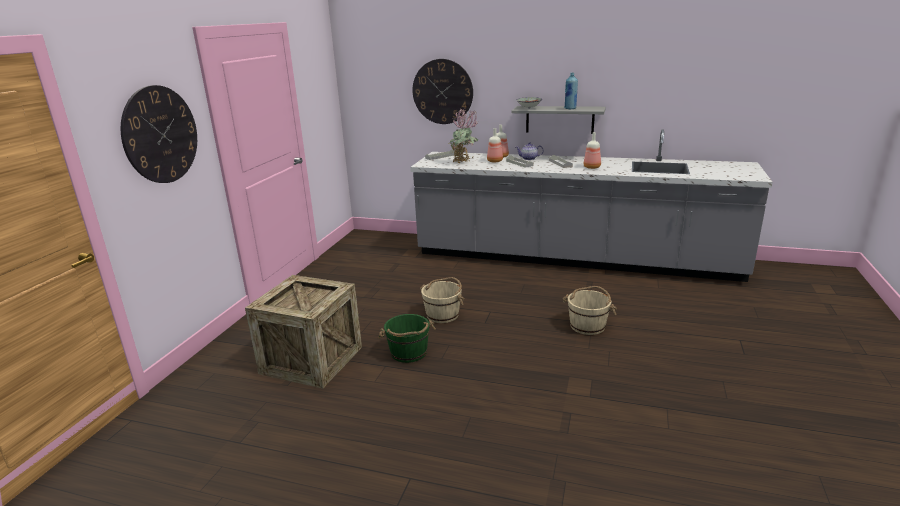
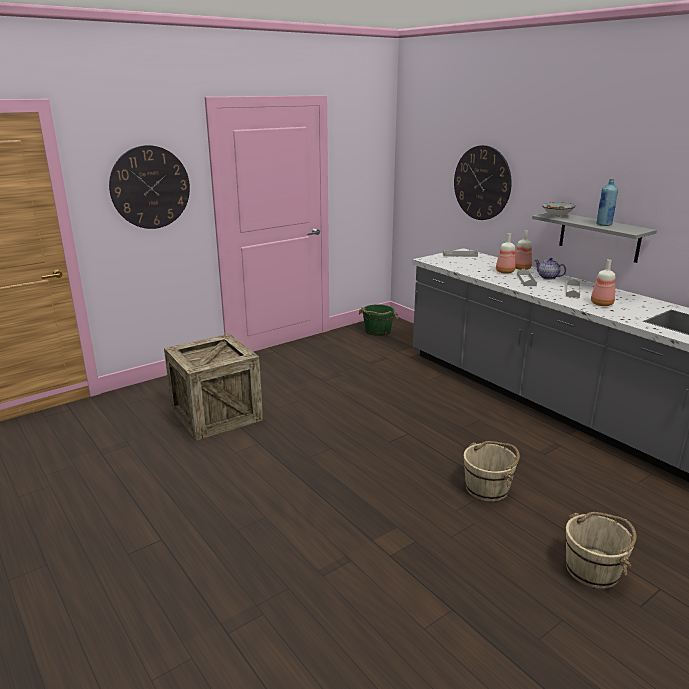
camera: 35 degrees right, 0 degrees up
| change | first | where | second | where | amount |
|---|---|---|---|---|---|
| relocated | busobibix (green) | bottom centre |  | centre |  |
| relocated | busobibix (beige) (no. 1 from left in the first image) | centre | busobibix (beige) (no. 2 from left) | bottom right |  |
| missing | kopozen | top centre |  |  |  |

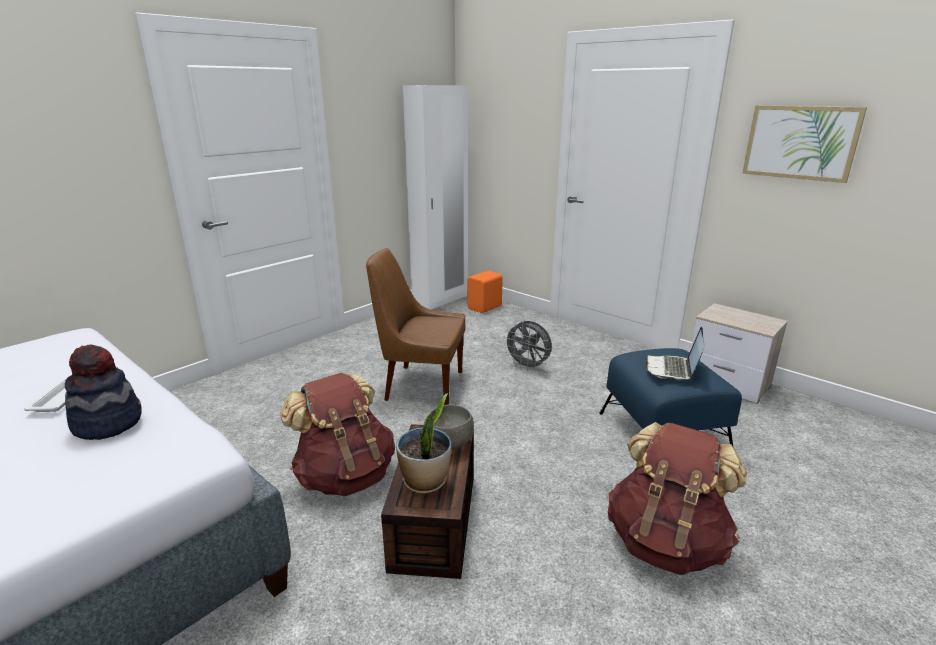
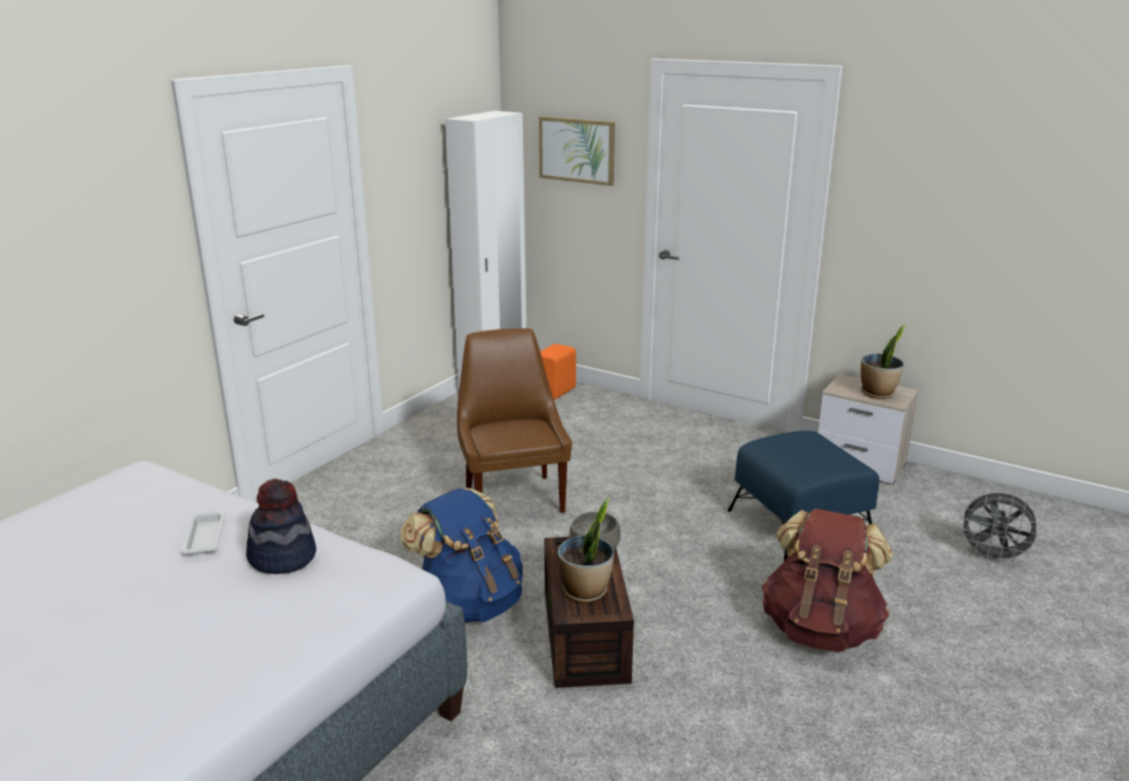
camera: 10 degrees left, 0 degrees up
| change | first | where | second | where | amount |
|---|---|---|---|---|---|
| colour | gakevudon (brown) (no. 1 from left) | bottom centre | gakevudon (blue) | bottom centre |  |
| spun | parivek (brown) | centre |  | centre | 75 degrees clockwise |
| relocated | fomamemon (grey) | centre |  | bottom right |  |
| missing | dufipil | middle right |  |  |  |
| relocated | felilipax | top right |  | top centre |  |
| appeared |  |  | kopozen (no. 2 from left) | middle right |  |

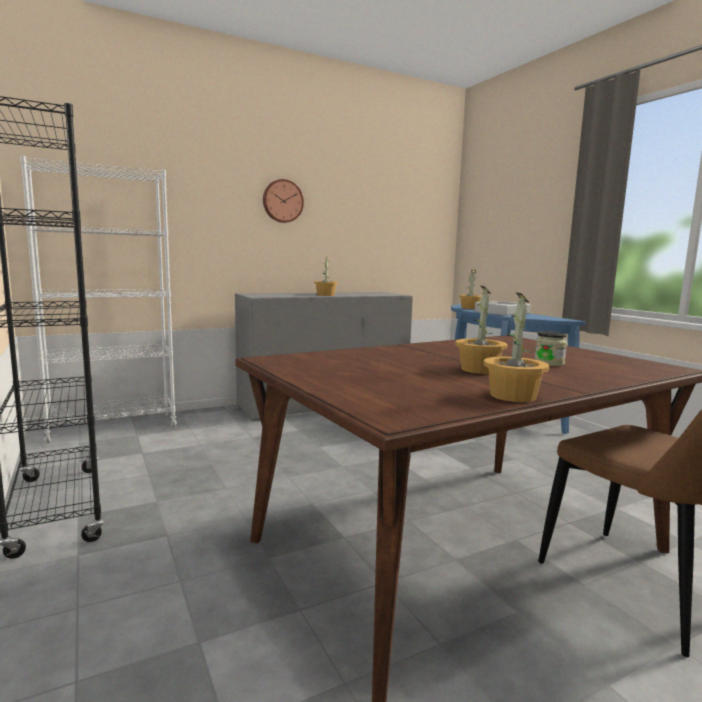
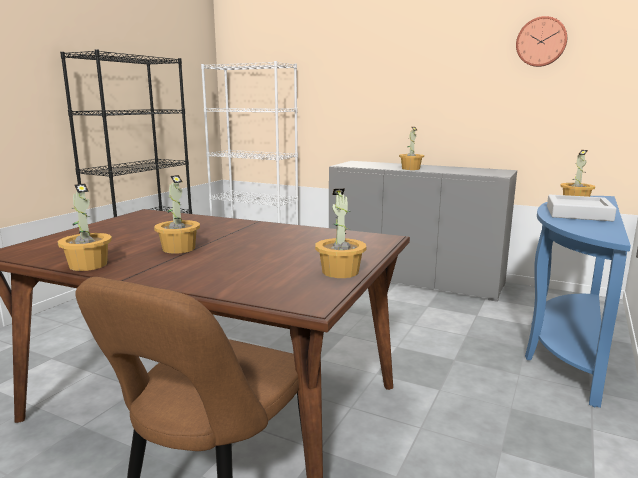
camera: 55 degrees right, 5 degrees up
| change | first | where | second | where | amount |
|---|---|---|---|---|---|
| relocated | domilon | top centre |  | top right |  |
| missing | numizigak | middle right |  |  |  |
| appeared |  |  | kopozen (no. 3 from left) | centre |  |

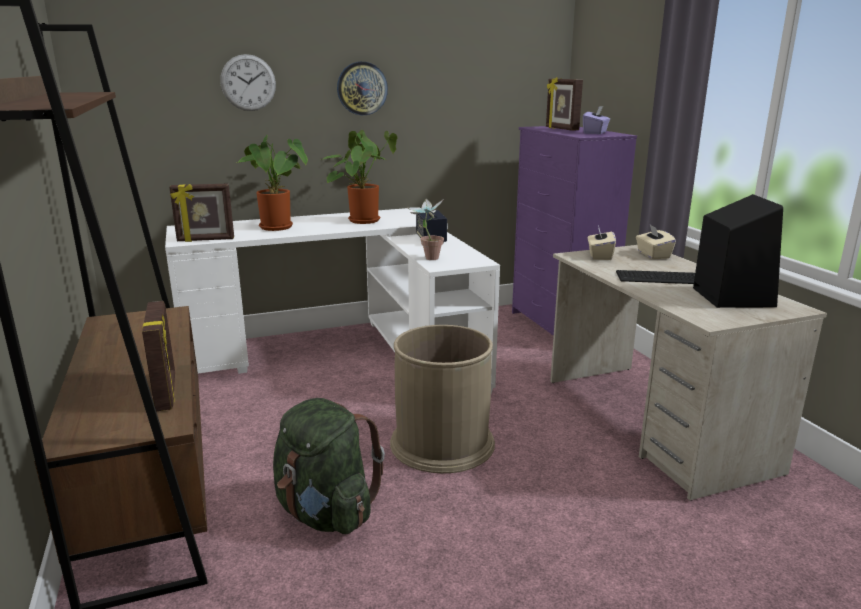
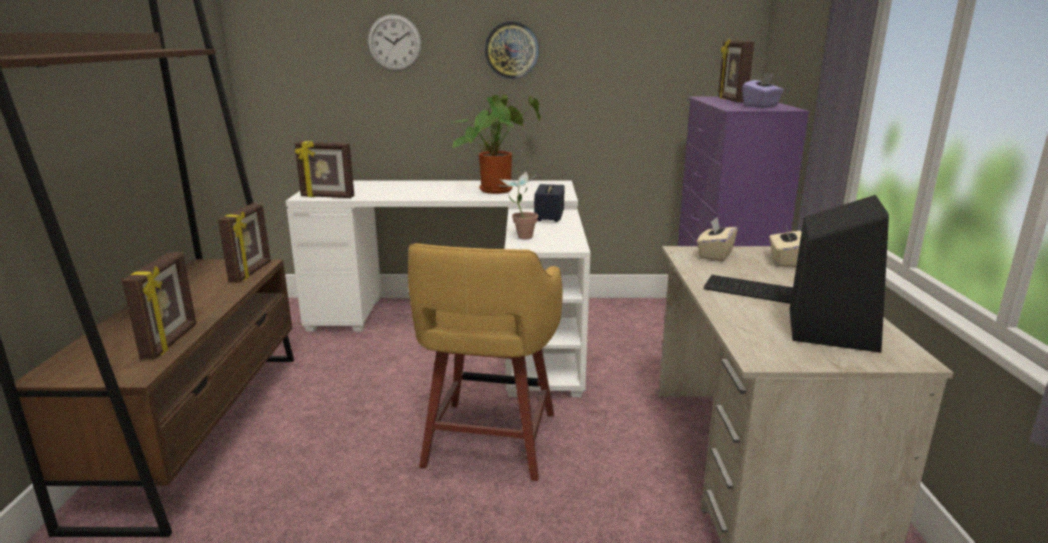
camera: 20 degrees right, 0 degrees up
| change | first | where | second | where | amount |
|---|---|---|---|---|---|
| missing | kopozen (no. 1 from left) | top left |  |  |  |
| missing | gakevudon (green) | bottom centre |  |  |  |
| exchanged | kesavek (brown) | centre | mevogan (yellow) | bottom centre |  |
| appeared |  |  | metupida (no. 2 from left) | middle left |  |

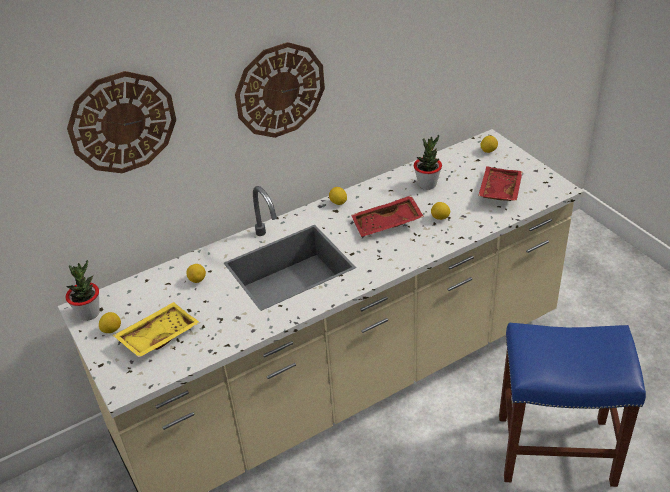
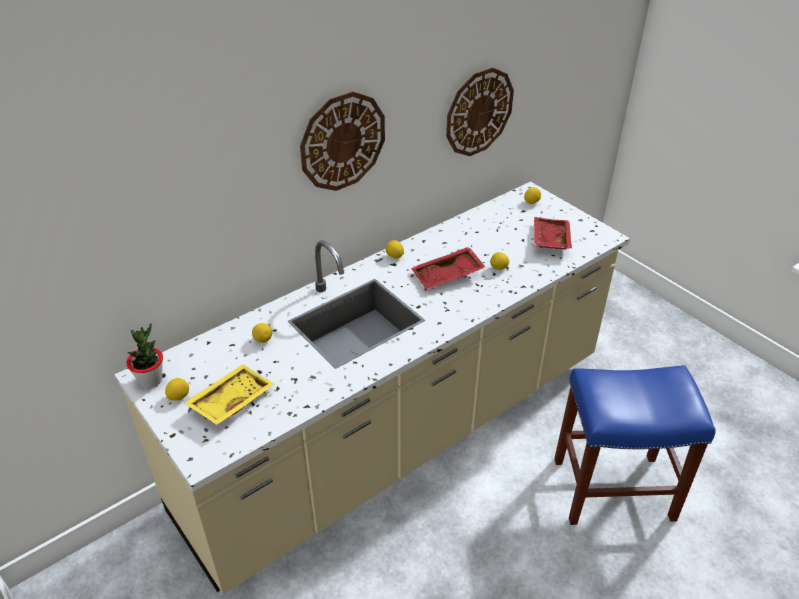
camera: 10 degrees left, 0 degrees up
| change | first | where | second | where | amount |
|---|---|---|---|---|---|
| relocated | domilon (no. 1 from left in the first image) | top left | domilon (no. 2 from left) | top centre |  |
| missing | kopozen (no. 2 from left) | top centre |  |  |  |

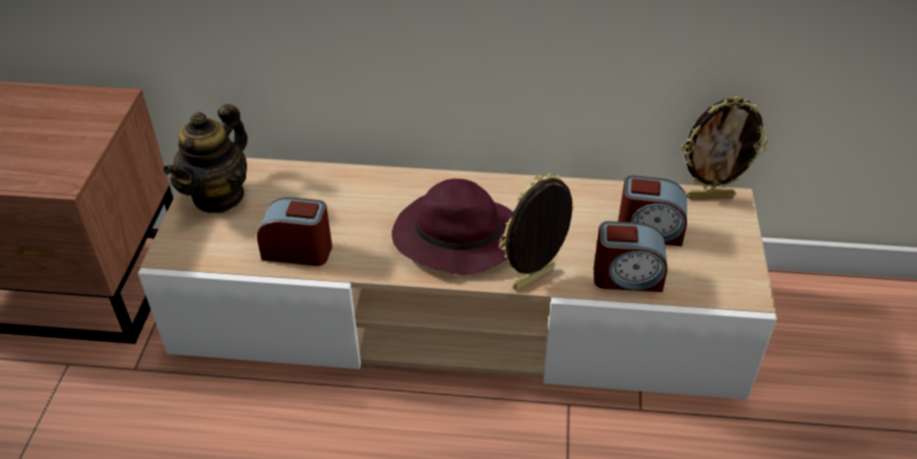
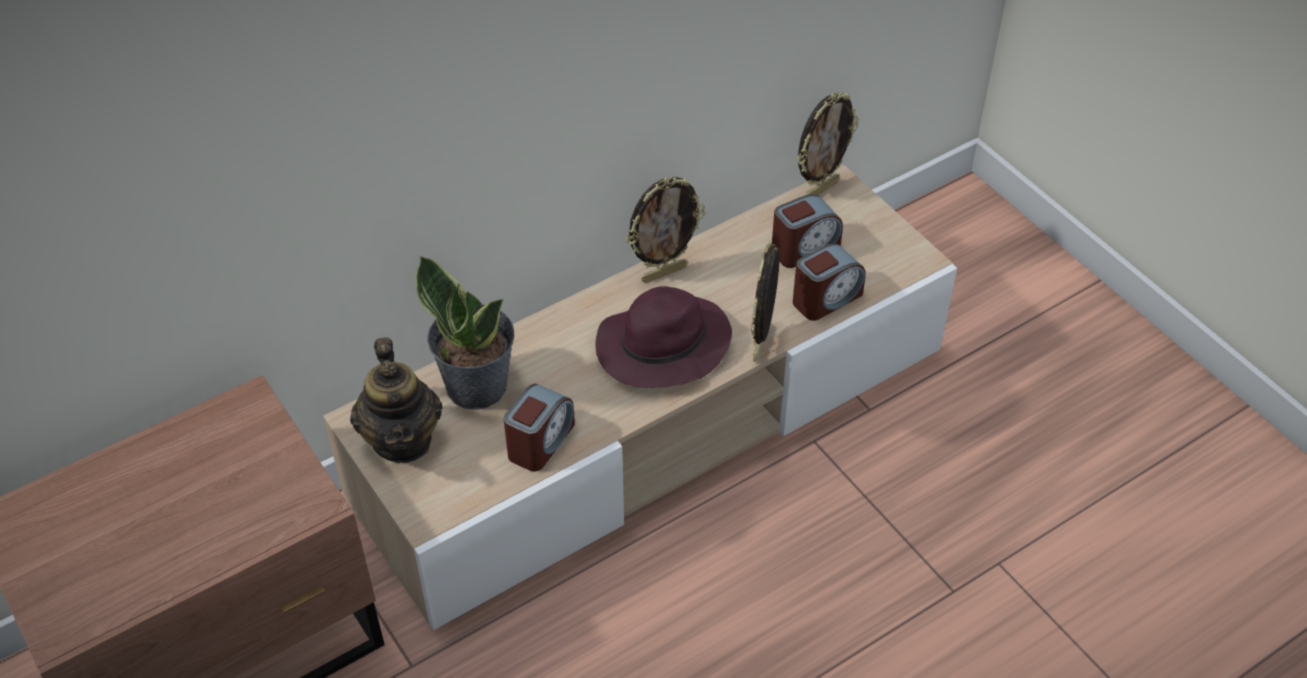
camera: 40 degrees left, 5 degrees up
| change | first | where | second | where | amount |
|---|---|---|---|---|---|
| spun | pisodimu (no. 1 from left) | middle left |  | centre | 150 degrees clockwise |
| appeared |  |  | kopozen | centre |  |
| appeared |  |  | metupida (no. 1 from left) | centre |  |

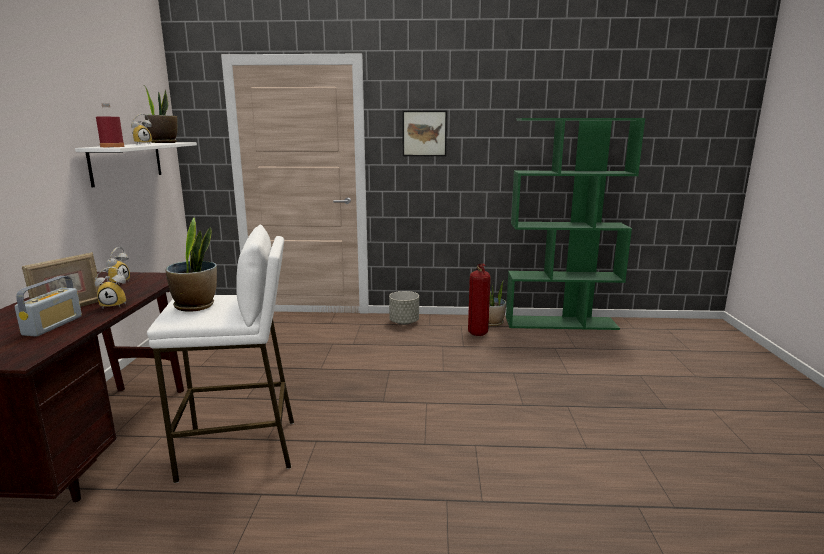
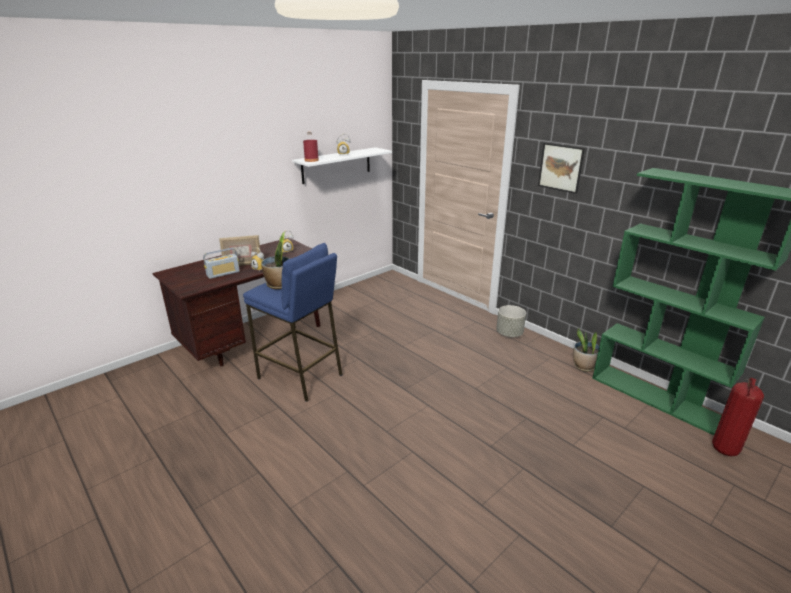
camera: 45 degrees right, 10 degrees up
| change | first | where | second | where | amount |
|---|---|---|---|---|---|
| missing | kopozen (no. 1 from left) | top left |  |  |  |
| colour | mevogan (white) | middle left | mevogan (blue) | centre |  |
| relocated | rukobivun | centre |  | bottom right |  |

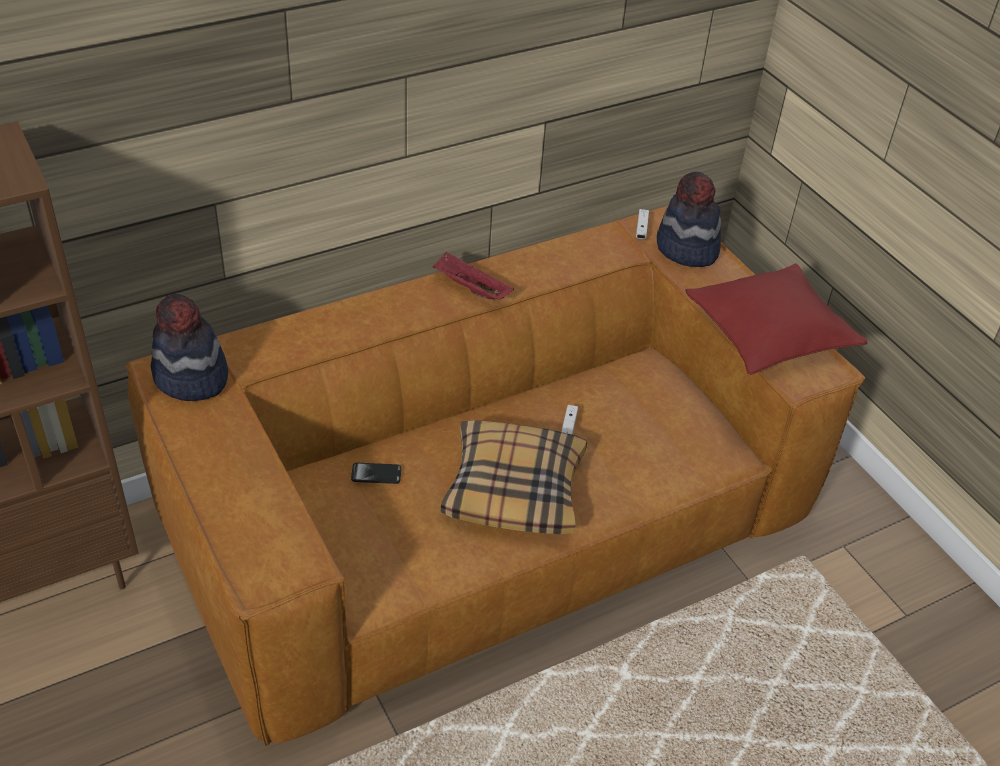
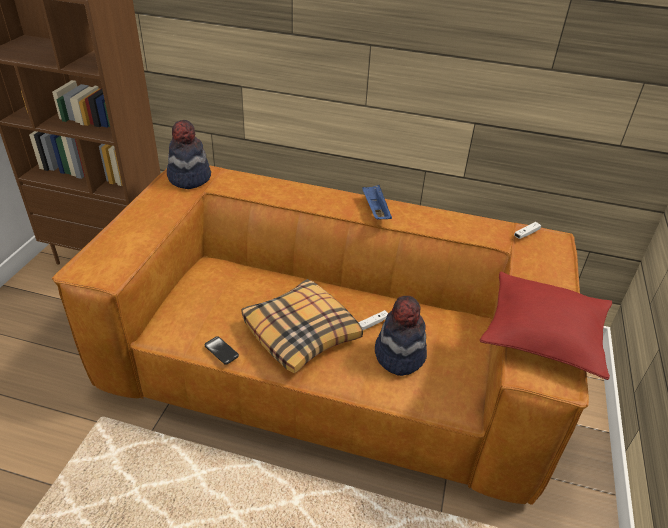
camera: 45 degrees right, 5 degrees down
| change | first | where | second | where | amount |
|---|---|---|---|---|---|
| relocated | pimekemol | centre |  | middle left |  |
| colour | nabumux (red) | centre | nabumux (blue) | centre |  |
| relocated | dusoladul (no. 2 from left) | top right |  | centre |  |

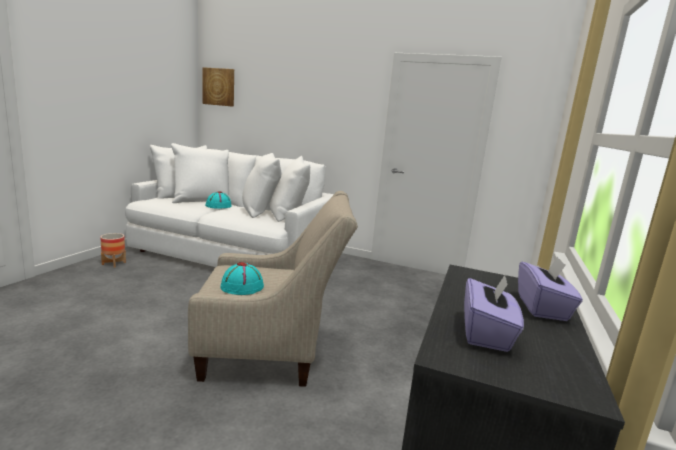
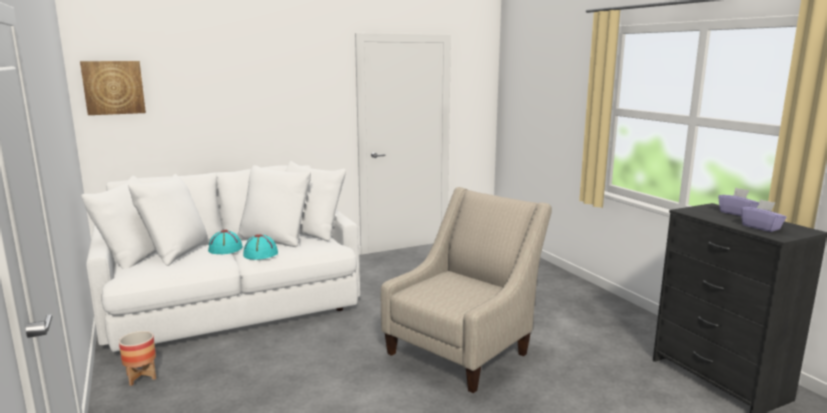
camera: 45 degrees left, 0 degrees up
| change | first | where | second | where | amount |
|---|---|---|---|---|---|
| relocated | dusoladul (turquoise) (no. 2 from left) | centre |  | middle left |  |

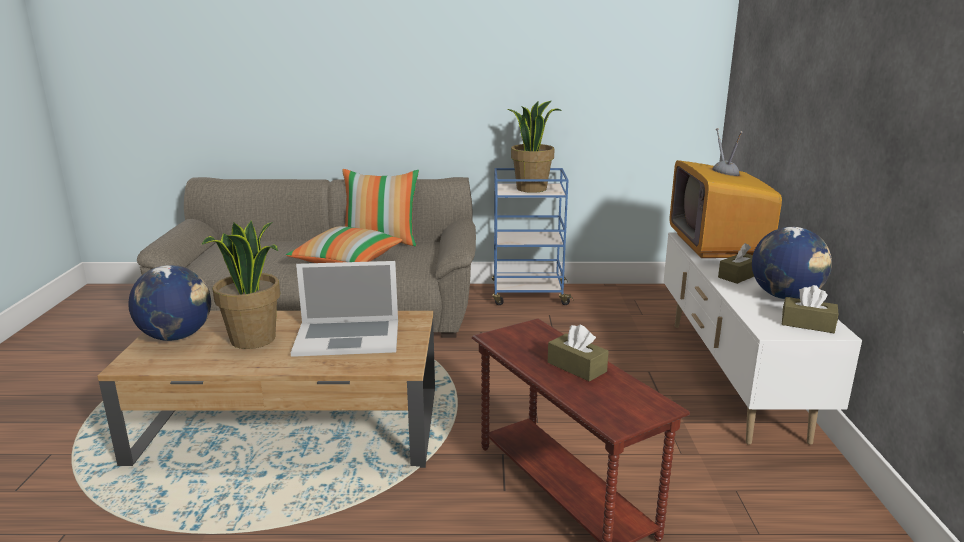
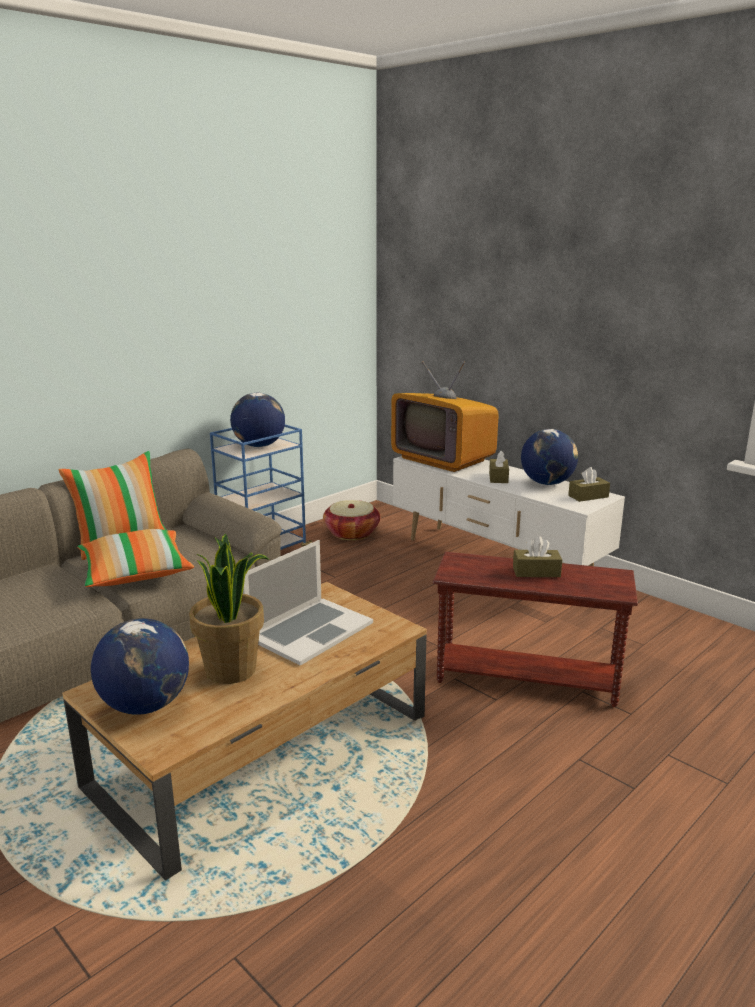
camera: 45 degrees left, 0 degrees up
| change | first | where | second | where | amount |
|---|---|---|---|---|---|
| exchanged | kopozen (no. 2 from left) | top centre | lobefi (no. 2 from left) | centre |  |
| appeared |  |  | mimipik | centre |  |

